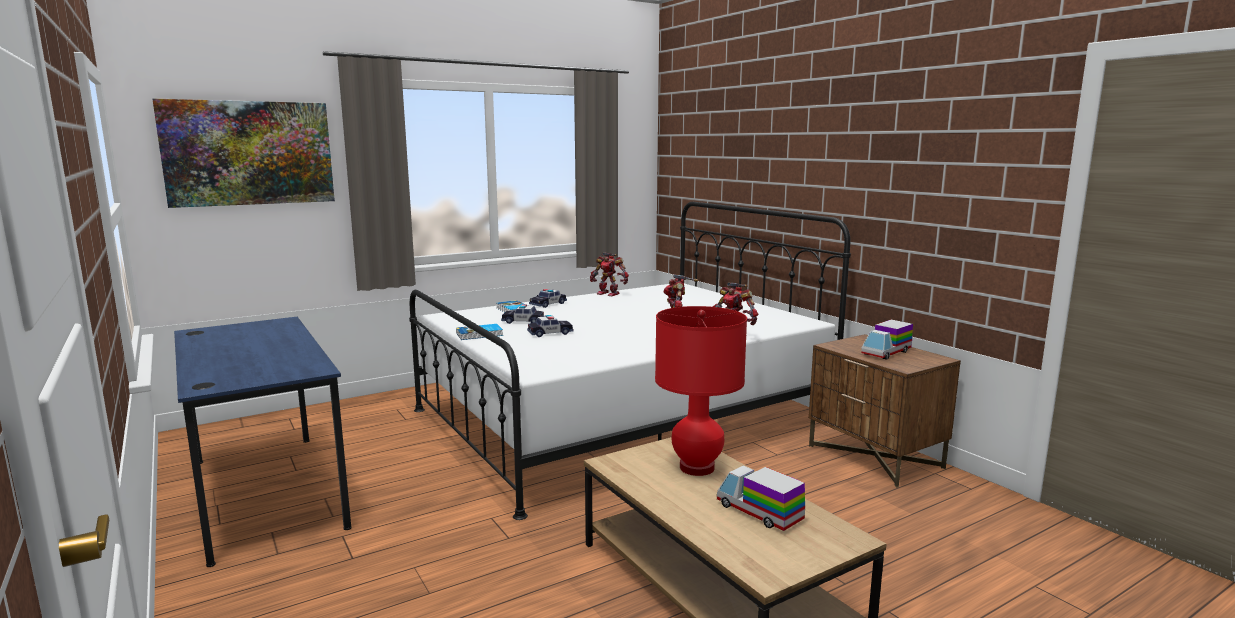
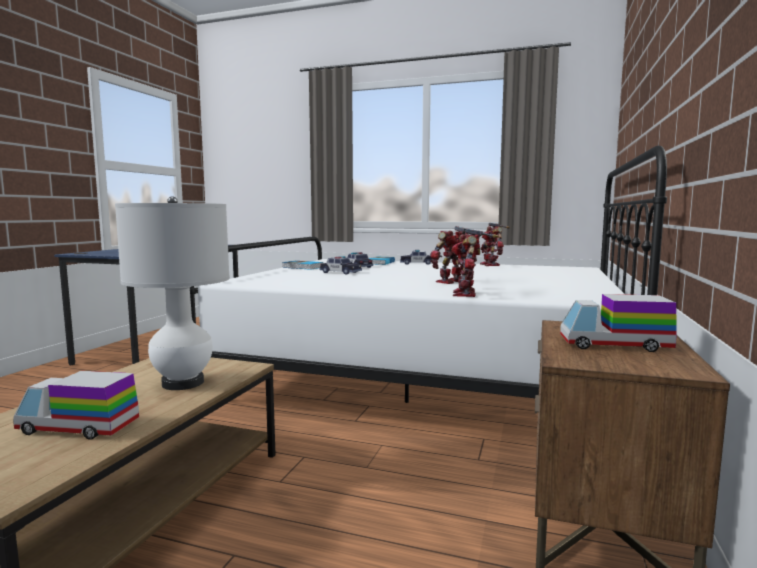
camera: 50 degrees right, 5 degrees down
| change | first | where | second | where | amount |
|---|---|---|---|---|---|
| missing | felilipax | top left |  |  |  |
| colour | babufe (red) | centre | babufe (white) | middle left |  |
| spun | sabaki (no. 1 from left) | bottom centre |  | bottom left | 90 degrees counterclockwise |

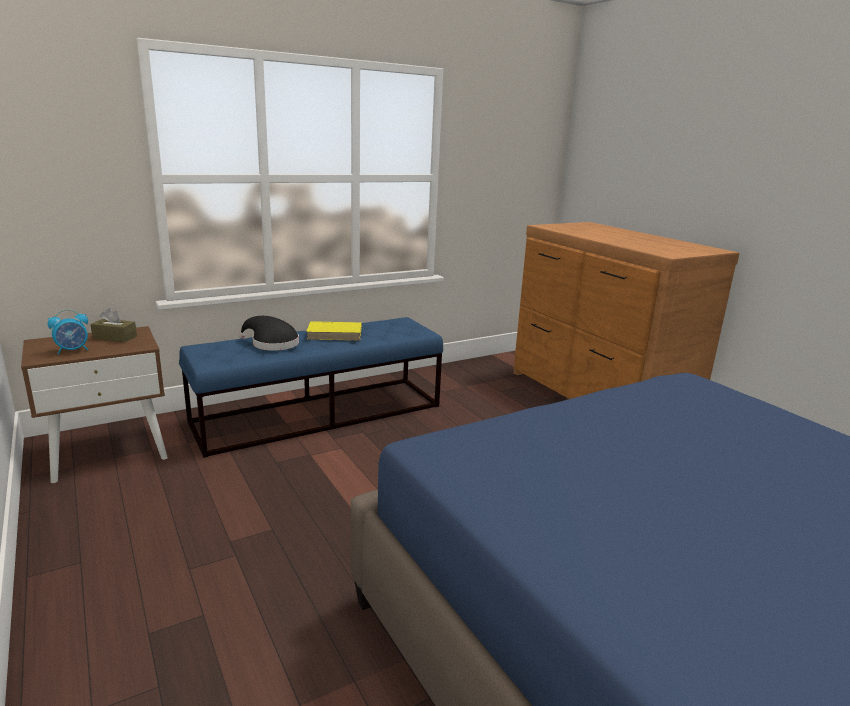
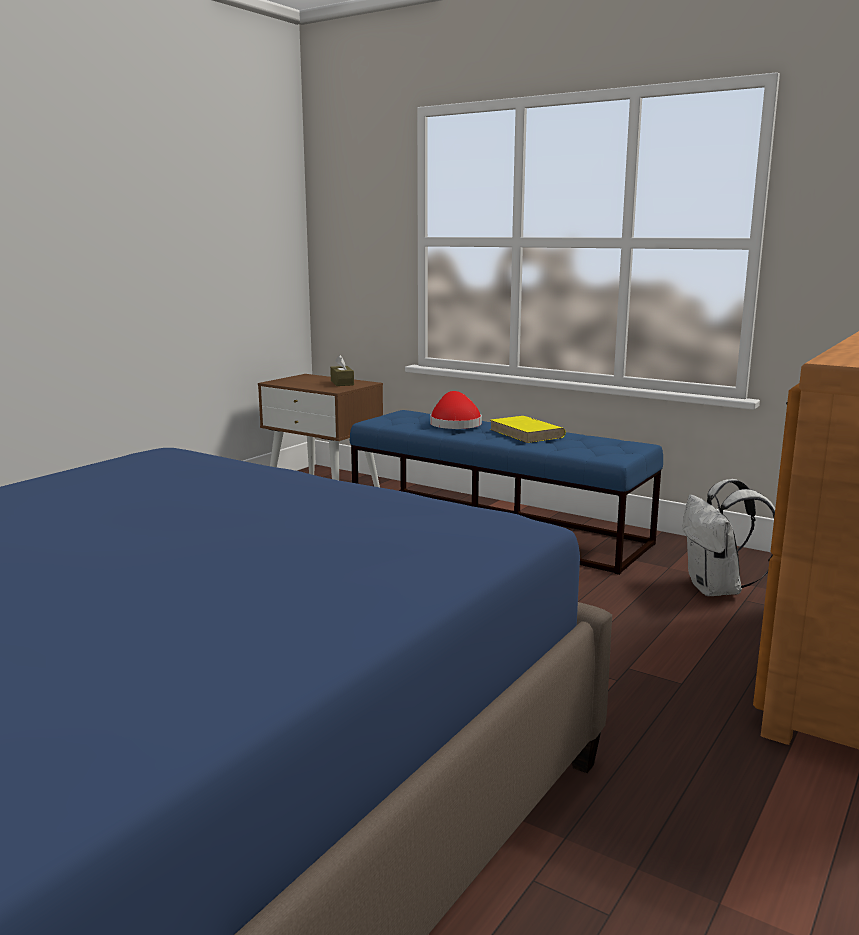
camera: 65 degrees right, 5 degrees down
| change | first | where | second | where | amount |
|---|---|---|---|---|---|
| missing | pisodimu | middle left |  |  |  |
| colour | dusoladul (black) | middle left | dusoladul (red) | centre |  |
| appeared |  |  | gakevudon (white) | middle right |  |

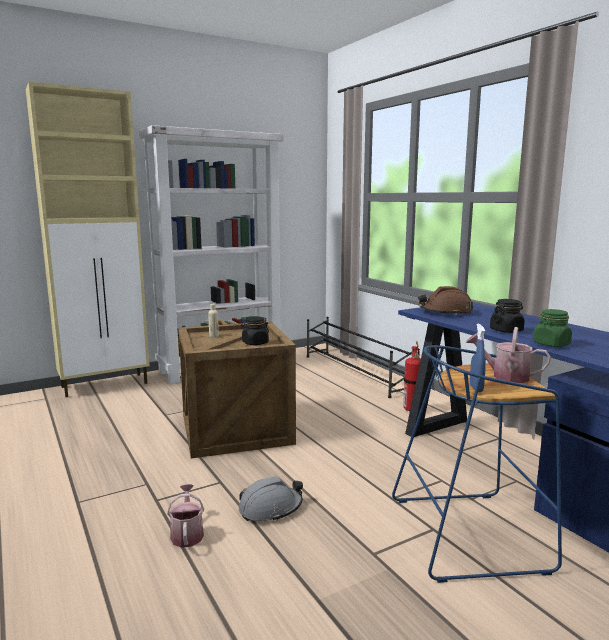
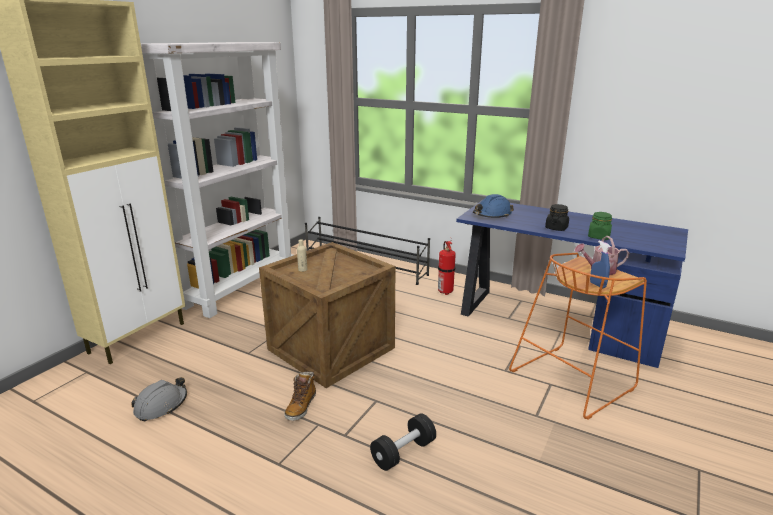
camera: 30 degrees left, 10 degrees up
| change | first | where | second | where | amount |
|---|---|---|---|---|---|
| exchanged | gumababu (no. 1 from left) | bottom left | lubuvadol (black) | bottom centre |  |
| relocated | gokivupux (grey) | bottom centre |  | bottom left |  |
| missing | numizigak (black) (no. 1 from left) | centre |  |  |  |
| colour | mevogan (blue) | bottom right | mevogan (orange) | middle right |  |
| colour | gokivupux (brown) | middle right | gokivupux (blue) | centre |  |
| appeared |  |  | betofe | bottom centre |  |

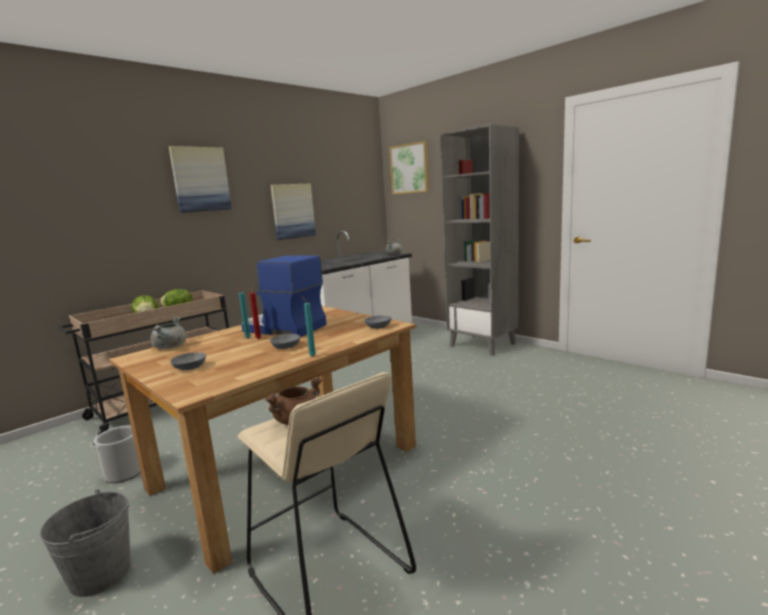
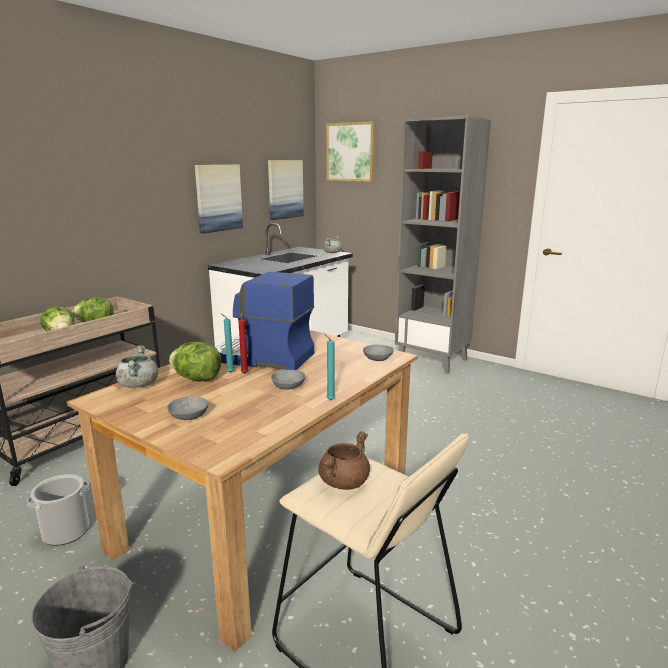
camera: 10 degrees left, 5 degrees up
| change | first | where | second | where | amount |
|---|---|---|---|---|---|
| relocated | felilipax (no. 1 from left in the first image) | top left | felilipax (no. 2 from left) | top centre |  |
| appeared |  |  | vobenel (no. 3 from left) | middle left |  |

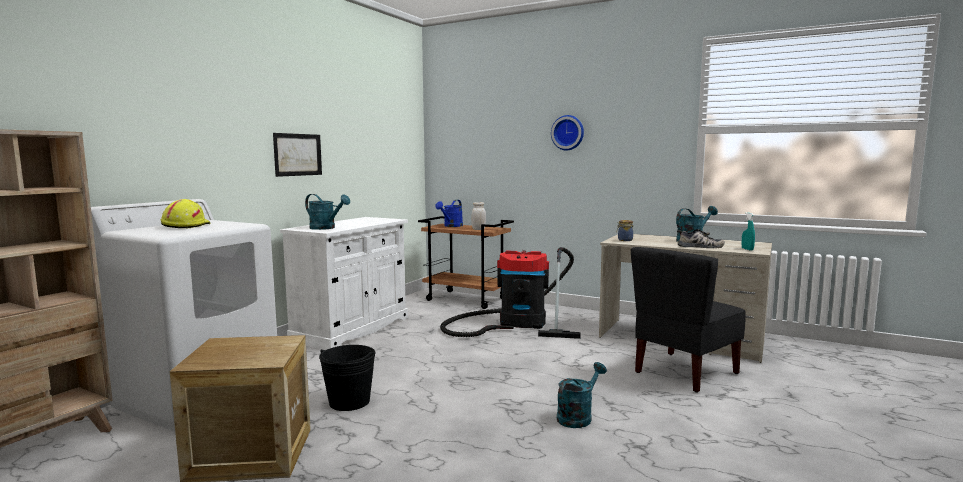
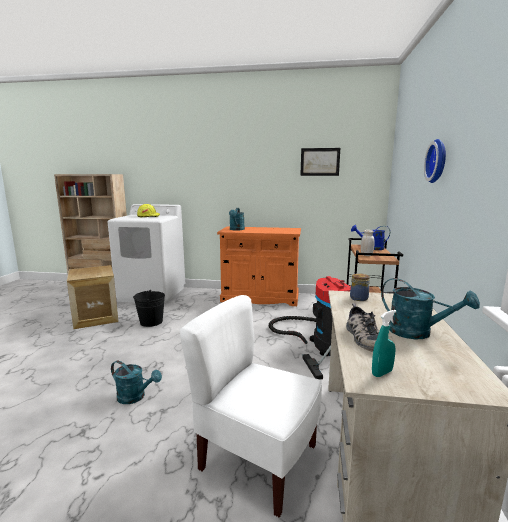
camera: 70 degrees right, 5 degrees up
| change | first | where | second | where | amount |
|---|---|---|---|---|---|
| relocated | felilipax | top left |  | top centre |  |
| colour | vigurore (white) | centre | vigurore (orange) | centre |  |
| colour | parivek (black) | middle right | parivek (white) | bottom centre |  |

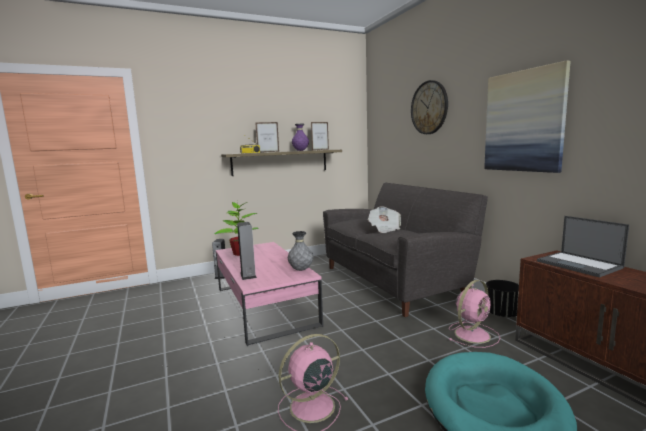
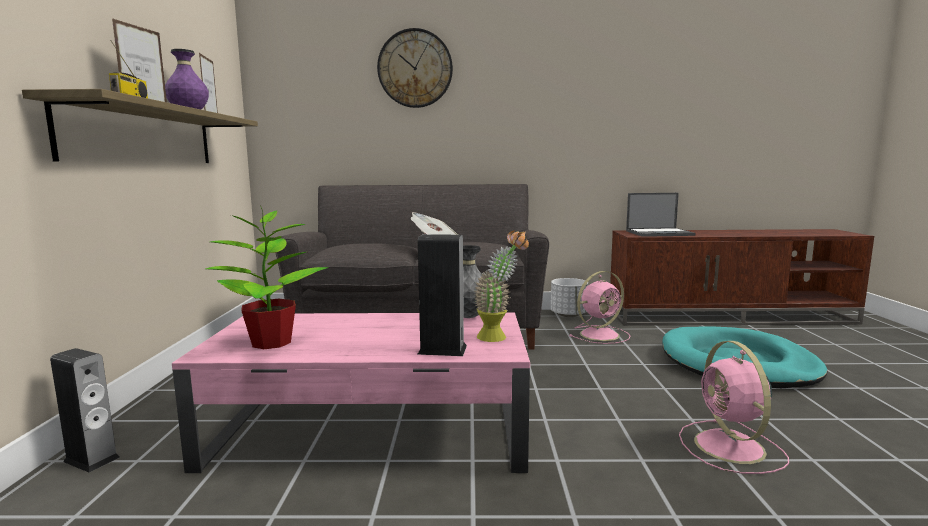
camera: 65 degrees left, 0 degrees up
| change | first | where | second | where | amount |
|---|---|---|---|---|---|
| spun | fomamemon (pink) (no. 2 from left in the first image) | bottom right | fomamemon (pink) (no. 1 from left) | centre | 75 degrees clockwise |
| missing | felilipax | top right |  |  |  |
| colour | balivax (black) | bottom right | balivax (white) | centre |  |
| appeared |  |  | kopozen (no. 2 from left) | centre |  |

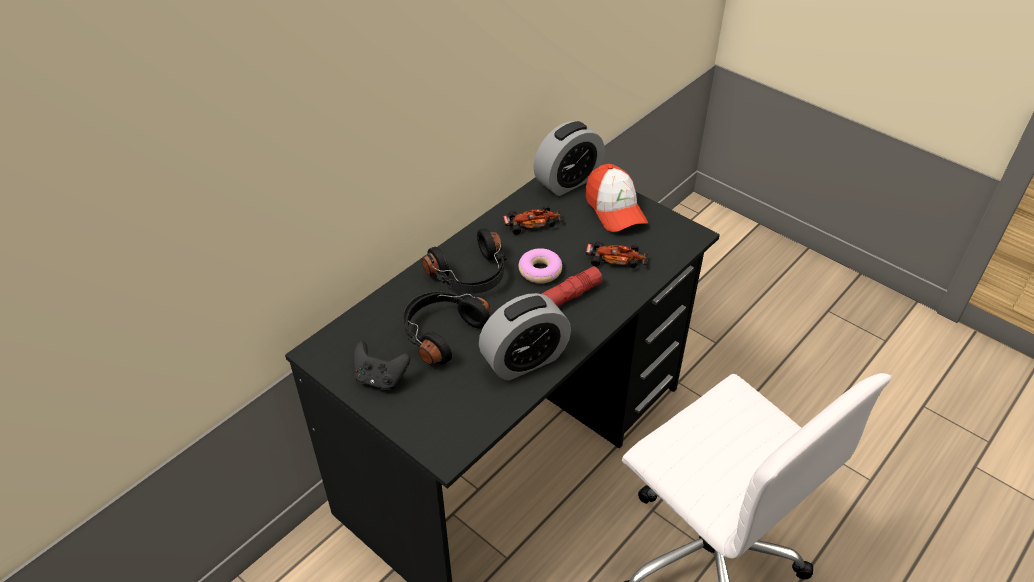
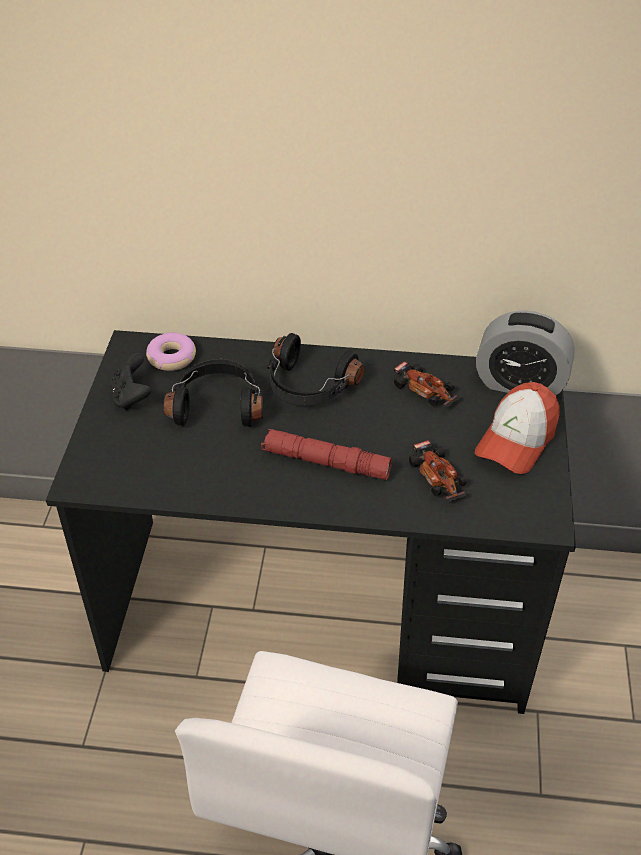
camera: 55 degrees right, 0 degrees up
| change | first | where | second | where | amount |
|---|---|---|---|---|---|
| missing | pisodimu (no. 1 from left) | centre |  |  |  |
| relocated | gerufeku | centre |  | middle left |  |

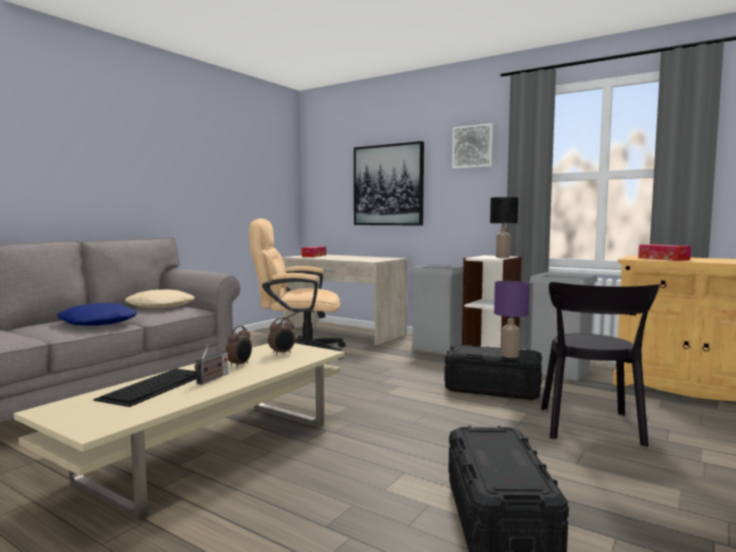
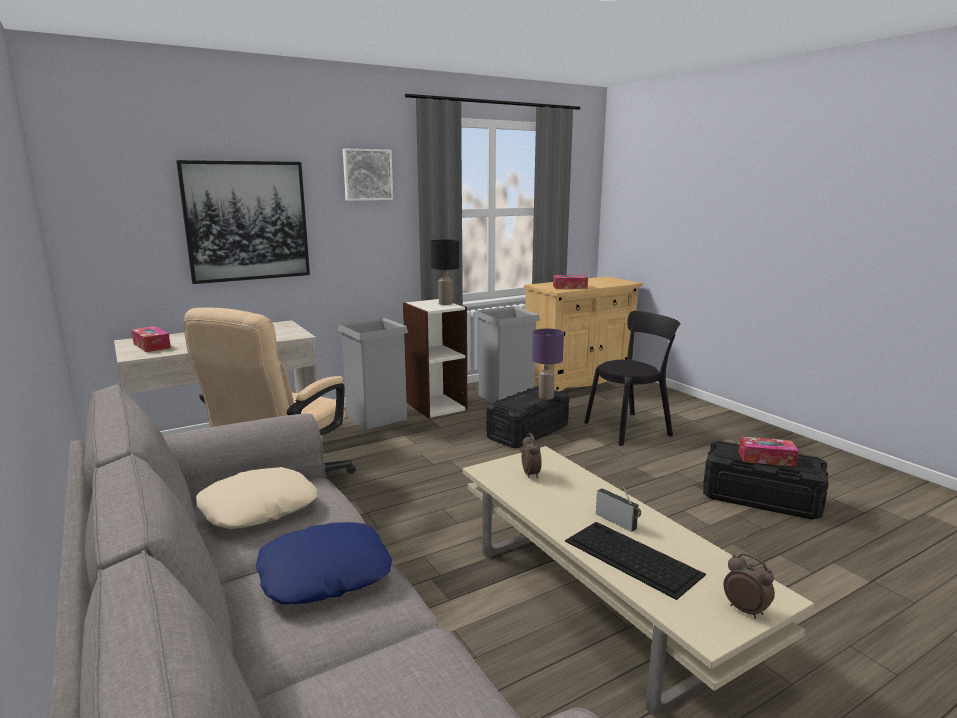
camera: 65 degrees left, 10 degrees up
| change | first | where | second | where | amount |
|---|---|---|---|---|---|
| relocated | pisodimu (no. 1 from left in the first image) | middle left | pisodimu (no. 2 from left) | bottom right |  |
| spun | parivek (black) | middle right |  | centre | 60 degrees counterclockwise |
| appeared |  |  | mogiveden (no. 3 from left) | middle right |  |

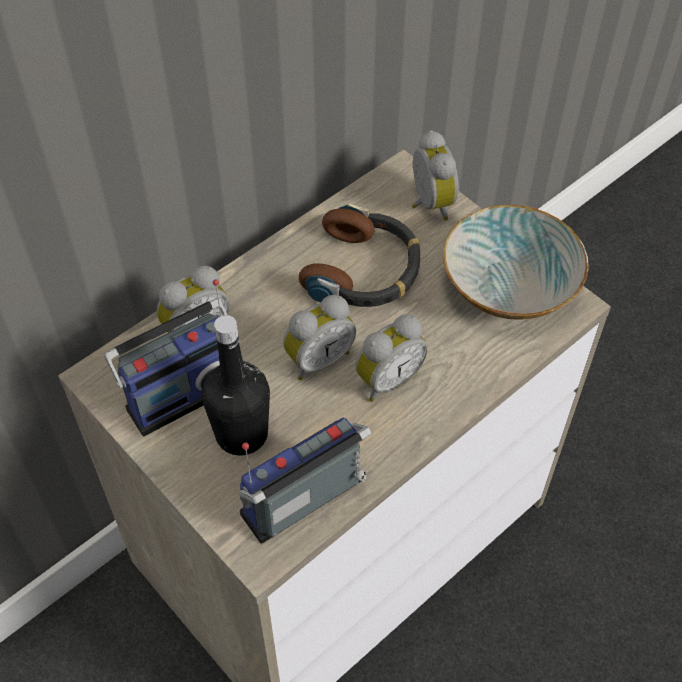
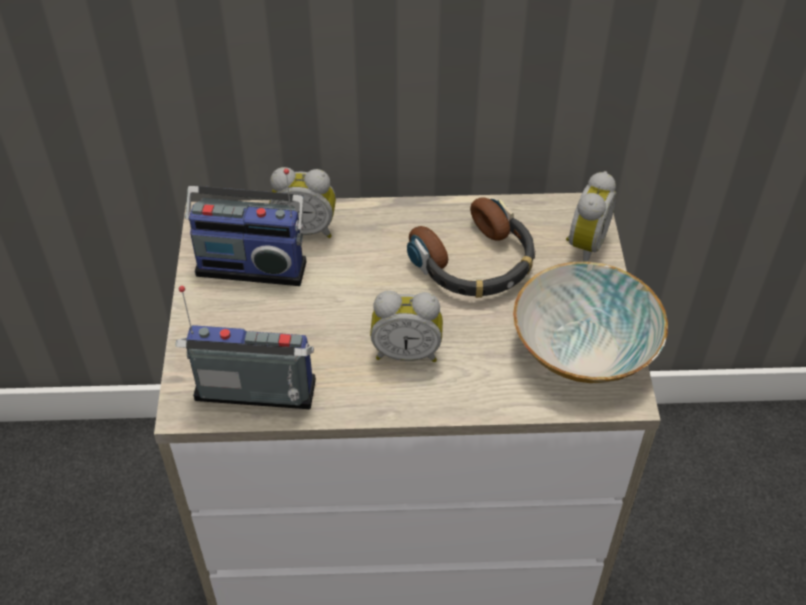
camera: 40 degrees right, 5 degrees down
| change | first | where | second | where | amount |
|---|---|---|---|---|---|
| missing | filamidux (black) | centre |  |  |  |
| missing | pisodimu (no. 2 from left) | centre |  |  |  |

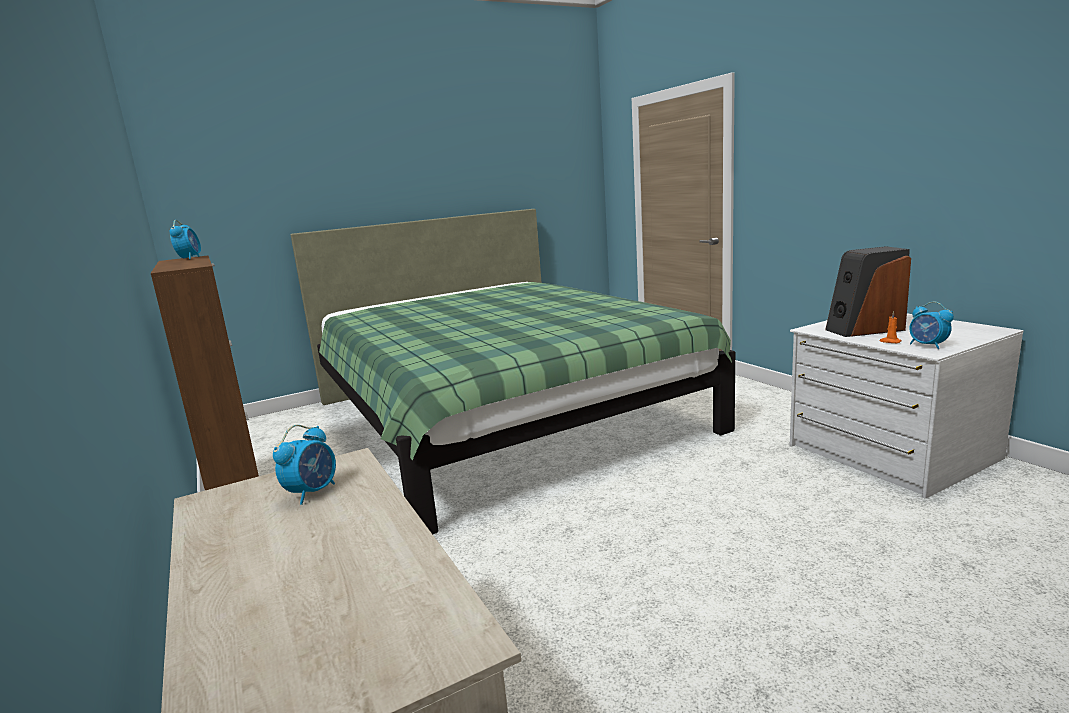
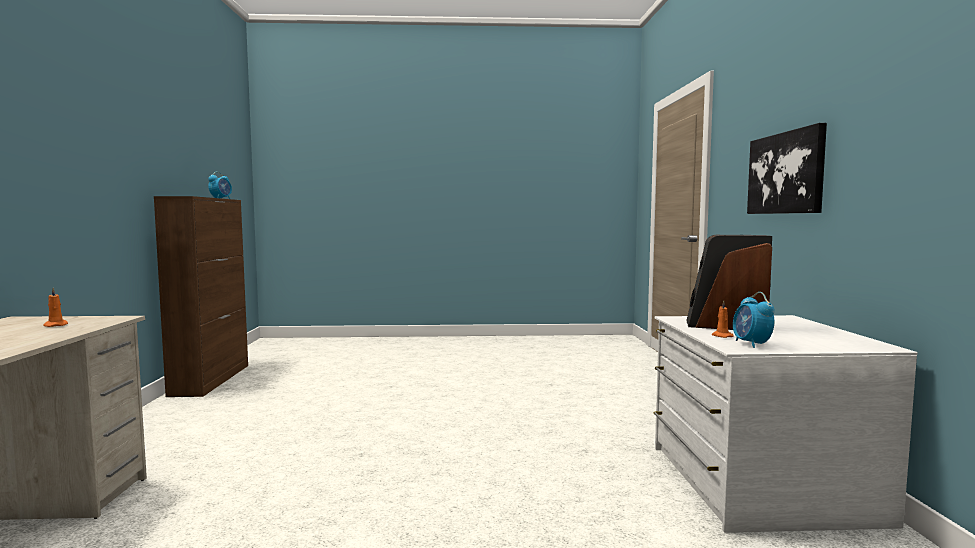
camera: 25 degrees right, 10 degrees down
| change | first | where | second | where | amount |
|---|---|---|---|---|---|
| exchanged | pisodimu (no. 2 from left) | middle left | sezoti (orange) (no. 1 from left) | middle left |  |
| missing | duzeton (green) | centre |  |  |  |
| appeared |  |  | felilipax | top right |  |

